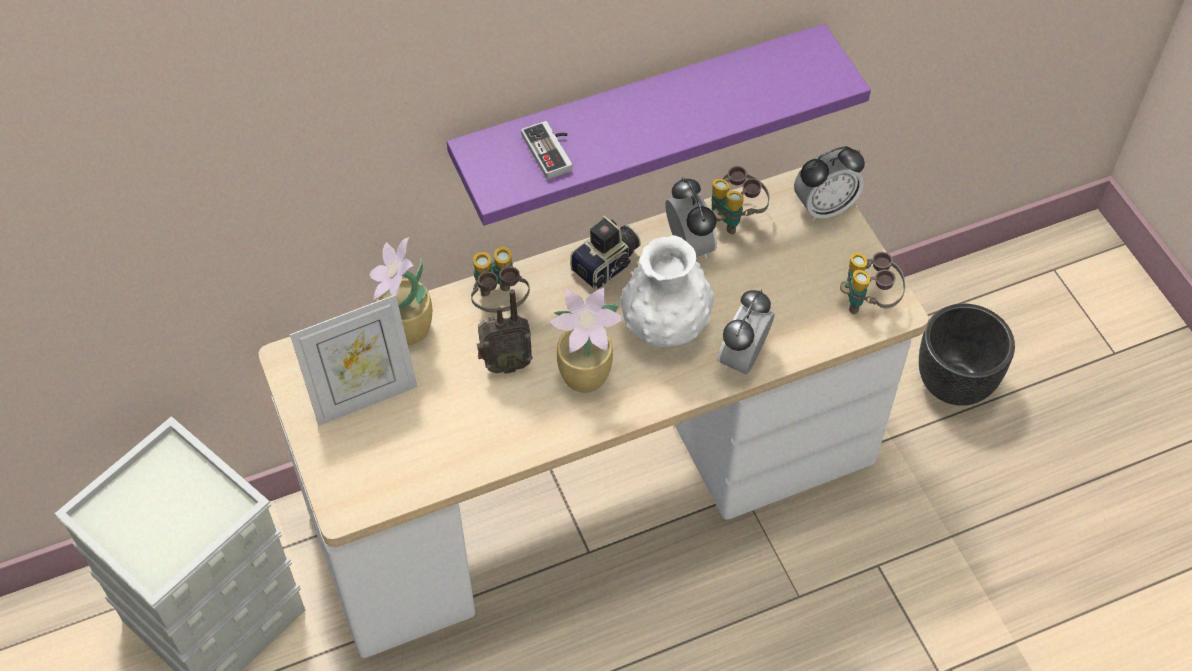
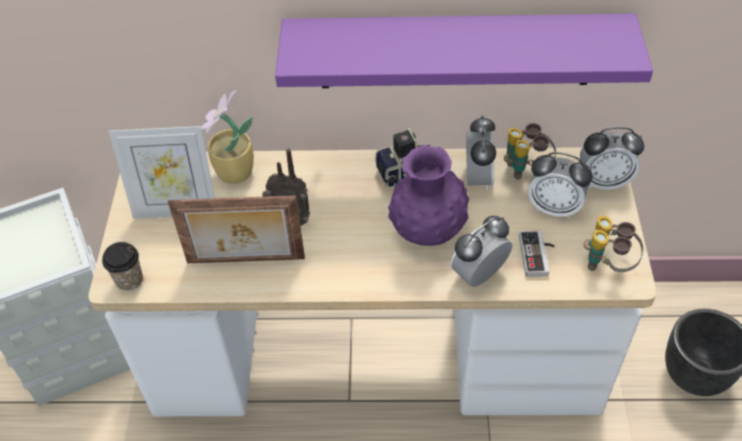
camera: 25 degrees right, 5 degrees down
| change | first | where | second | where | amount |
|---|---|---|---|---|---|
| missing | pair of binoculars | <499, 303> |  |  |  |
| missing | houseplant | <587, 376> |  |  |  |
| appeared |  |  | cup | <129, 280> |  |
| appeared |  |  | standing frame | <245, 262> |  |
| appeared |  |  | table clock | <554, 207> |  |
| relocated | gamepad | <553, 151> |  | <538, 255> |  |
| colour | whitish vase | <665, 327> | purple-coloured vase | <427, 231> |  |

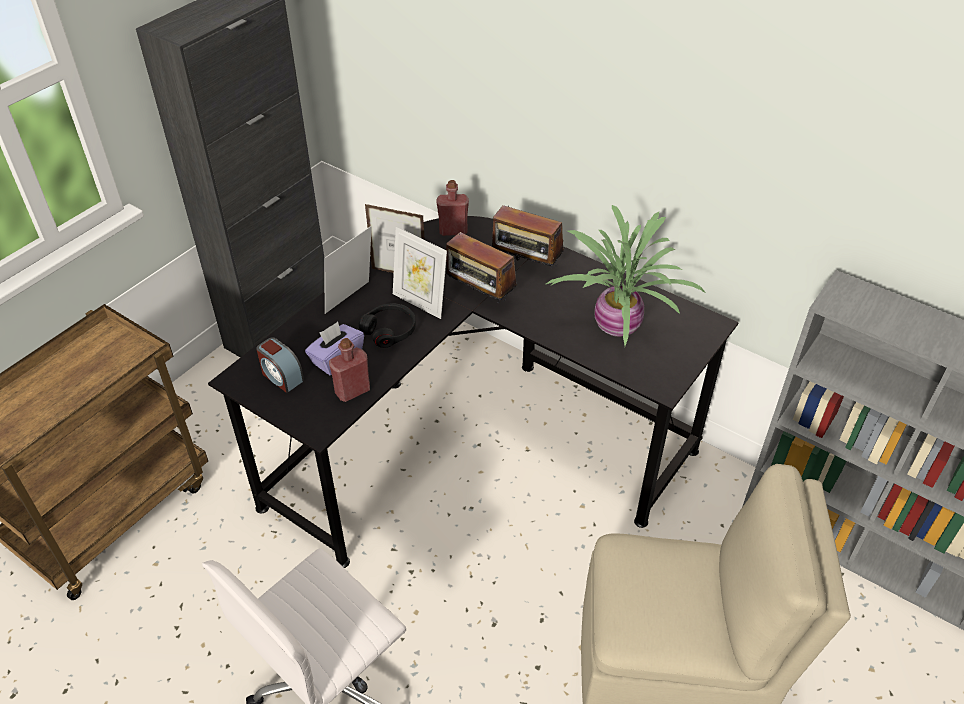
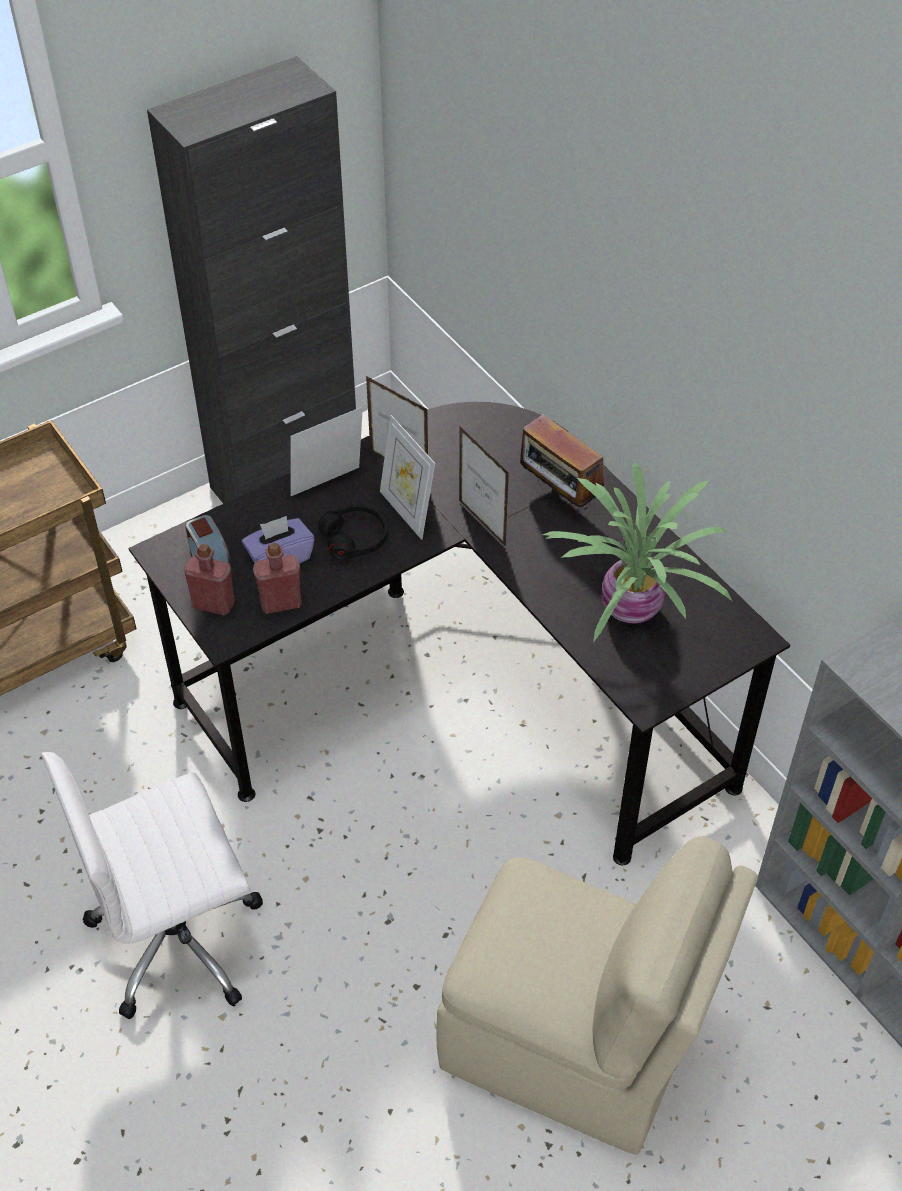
camera: 20 degrees right, 5 degrees up
| change | first | where | second | where | amount |
|---|---|---|---|---|---|
| relocated | red-coloured beverage bottle | <453, 231> |  | <213, 604> |  |
| exchanged | radio set | <480, 297> | standing frame | <482, 523> |  |

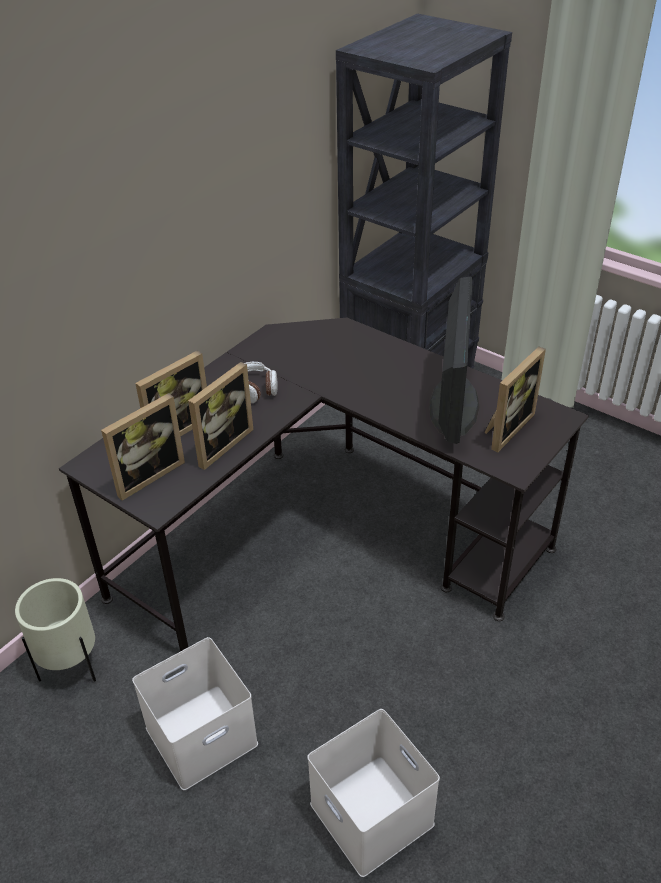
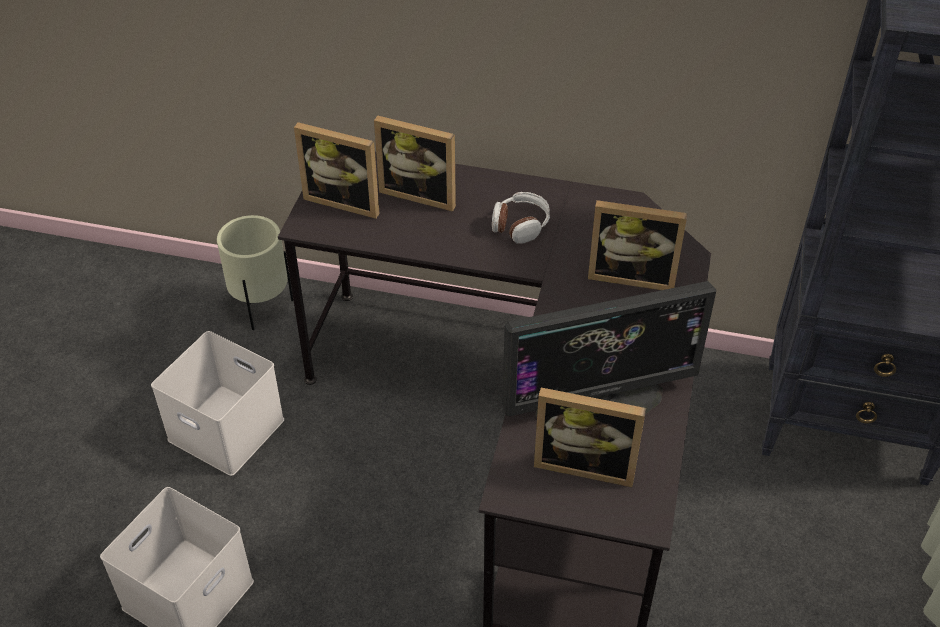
camera: 65 degrees right, 5 degrees up
| change | first | where | second | where | amount |
|---|---|---|---|---|---|
| relocated | standing frame | <220, 444> |  | <632, 275> |  |

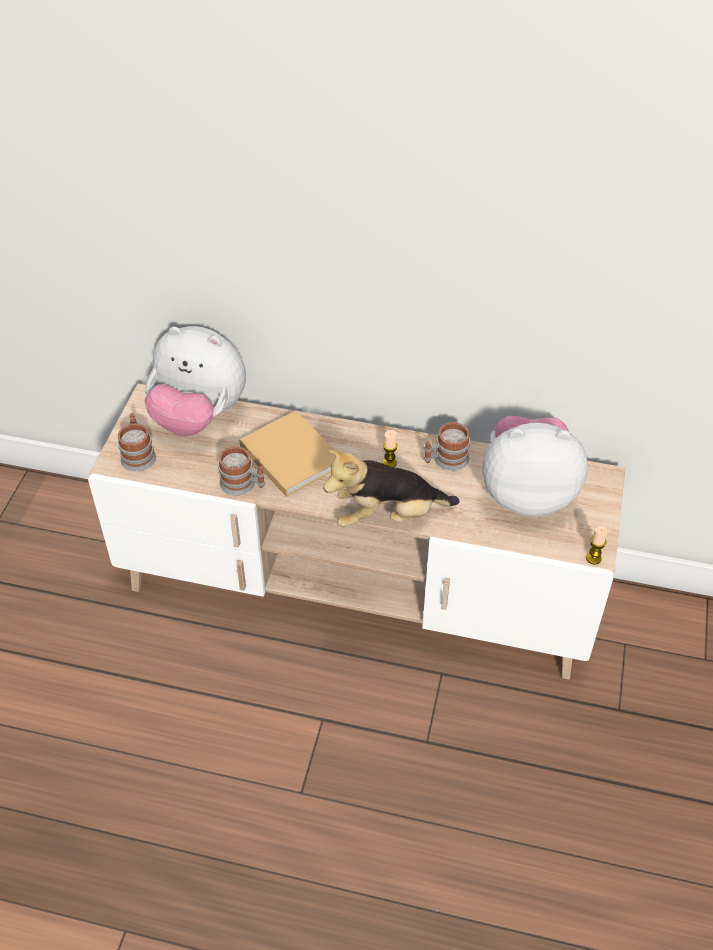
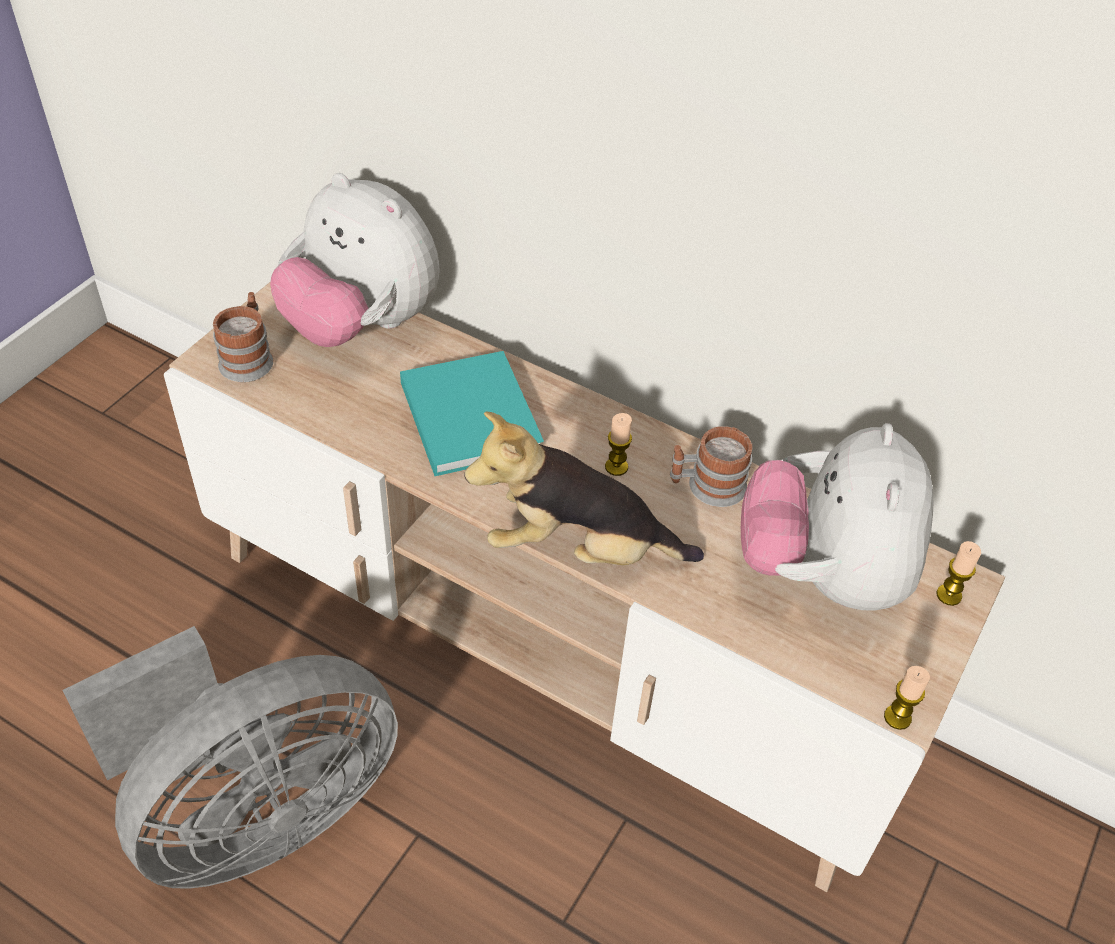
camera: 15 degrees right, 0 degrees up
| change | first | where | second | where | amount |
|---|---|---|---|---|---|
| missing | mug | <243, 485> |  |  |  |
| appeared |  |  | greyish fan | <256, 814> |  |
| appeared |  |  | wax candle | <949, 595> |  |
| colour | sand-coloured bound book | <289, 454> | turquoise bound book | <469, 413> |  |
| spun | cuddly toy | <527, 493> |  | <822, 574> | 105 degrees counterclockwise |

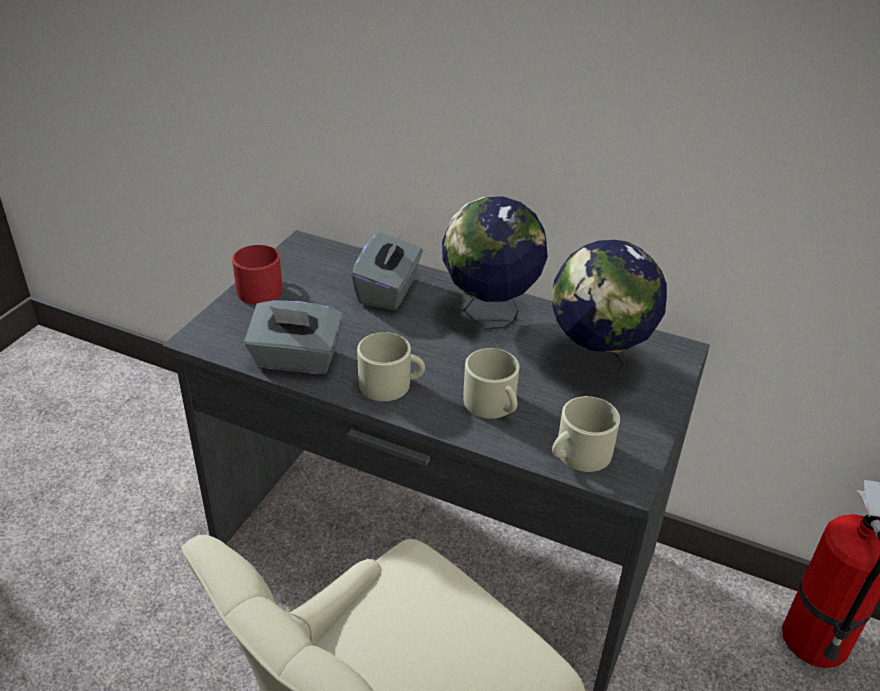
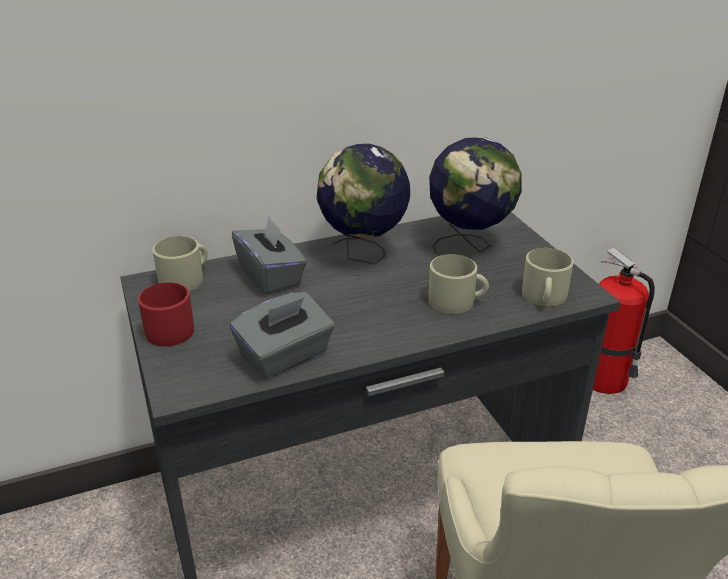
camera: 45 degrees left, 5 degrees down
| change | first | where | second | where | amount |
|---|---|---|---|---|---|
| relocated | sand-coloured mug | <391, 384> |  | <186, 278> |  |

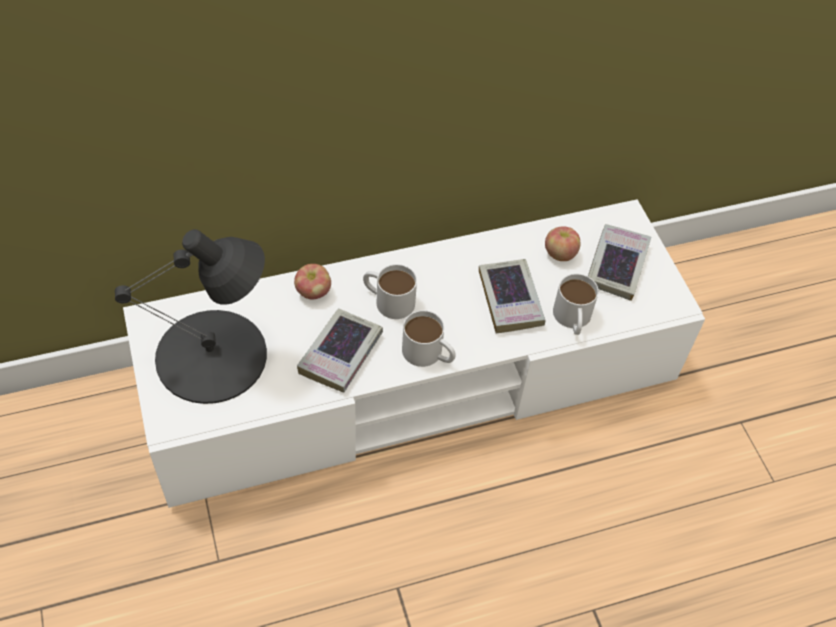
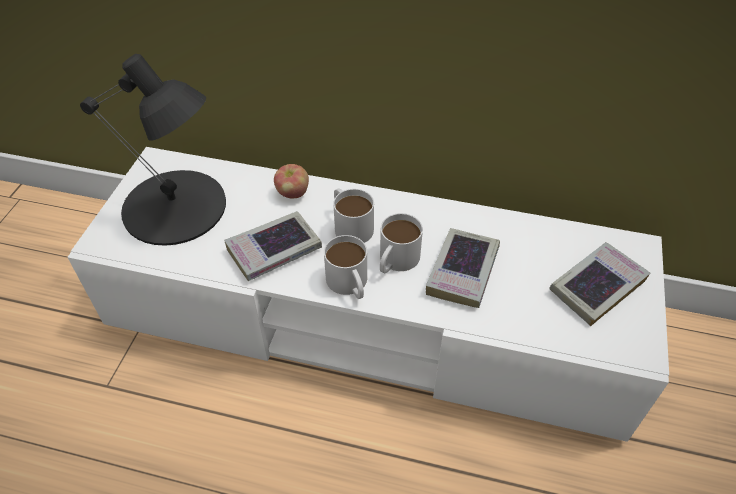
camera: 35 degrees right, 5 degrees down
| change | first | where | second | where | amount |
|---|---|---|---|---|---|
| missing | whole apple | <560, 253> |  |  |  |
| relocated | whitish mug | <572, 319> |  | <395, 261> |  |

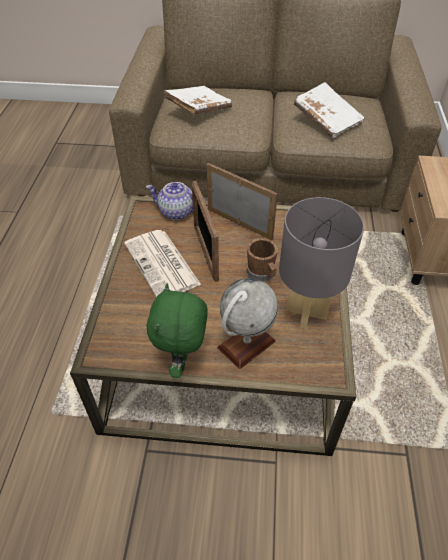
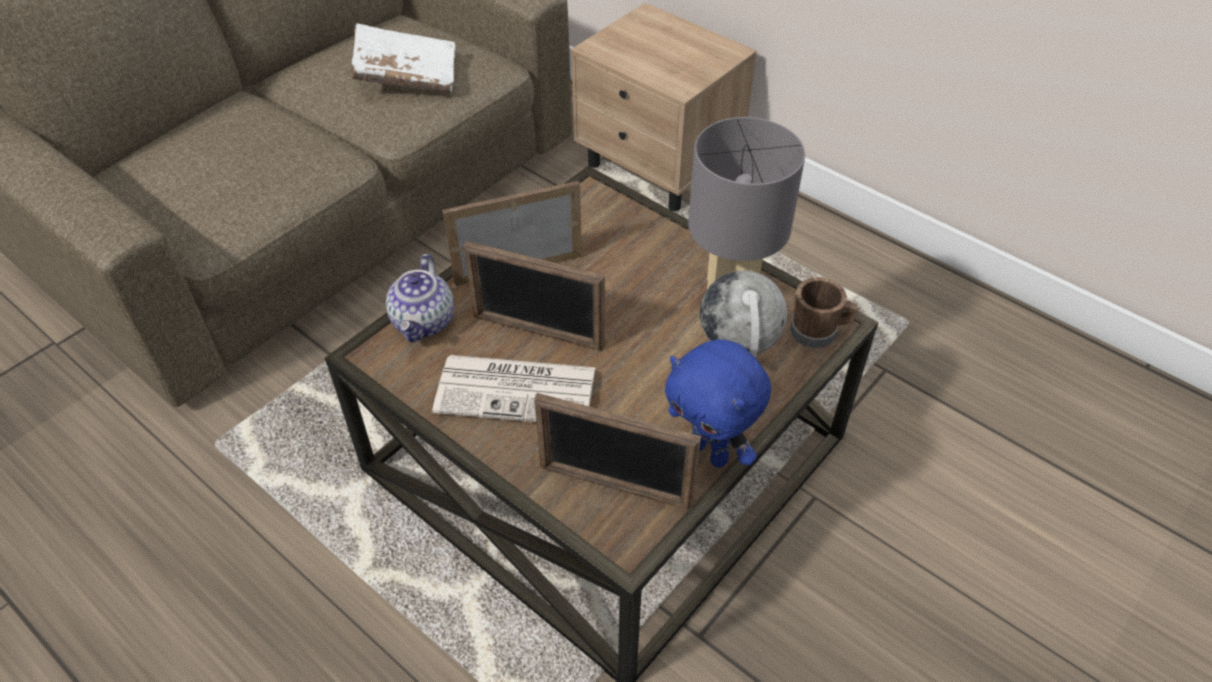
camera: 55 degrees left, 0 degrees up
| change | first | where | second | where | amount |
|---|---|---|---|---|---|
| missing | whitish bound book | <199, 109> |  |  |  |
| appeared |  |  | standing frame | <615, 486> |  |
| relocated | brownish mug | <262, 274> |  | <818, 332> |  |
| colour | greenish cuddly toy | <183, 361> | blue cuddly toy | <710, 452> |  |
| spun | tea pot | <176, 212> |  | <424, 322> | 45 degrees counterclockwise |

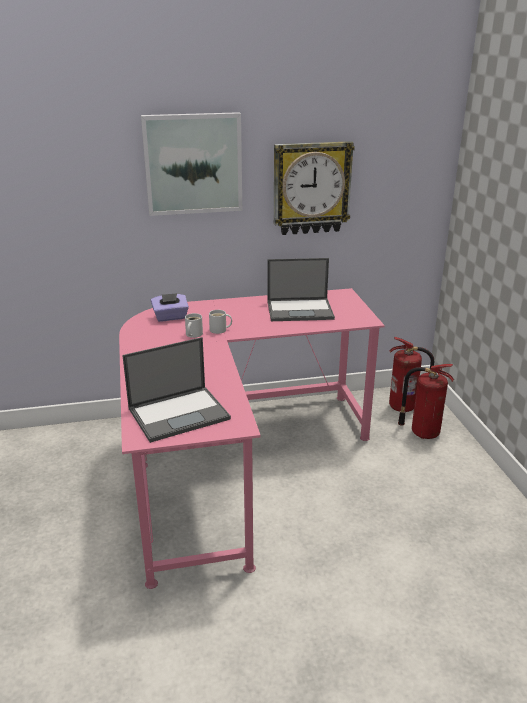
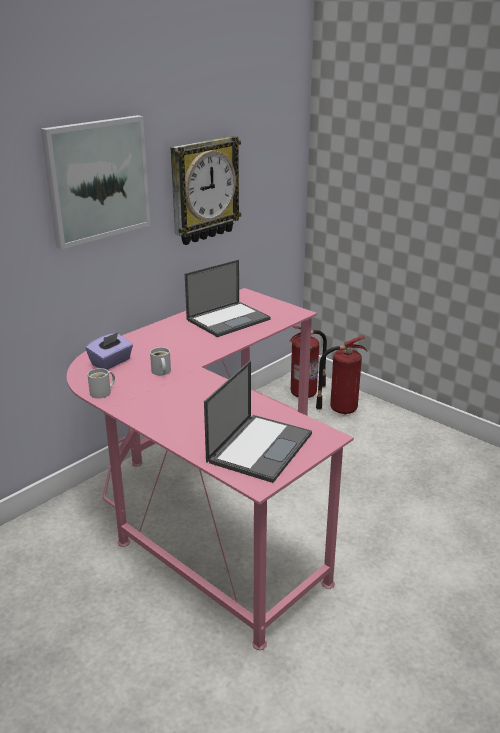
camera: 35 degrees left, 0 degrees up
| change | first | where | second | where | amount |
|---|---|---|---|---|---|
| relocated | whitish mug | <219, 330> |  | <102, 392> |  |

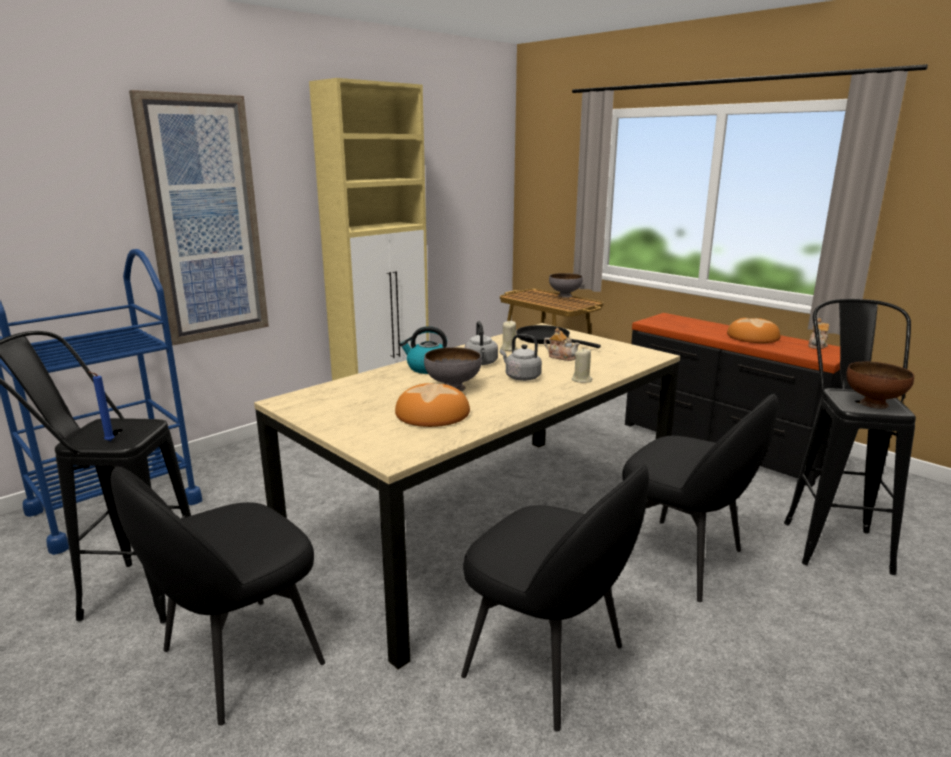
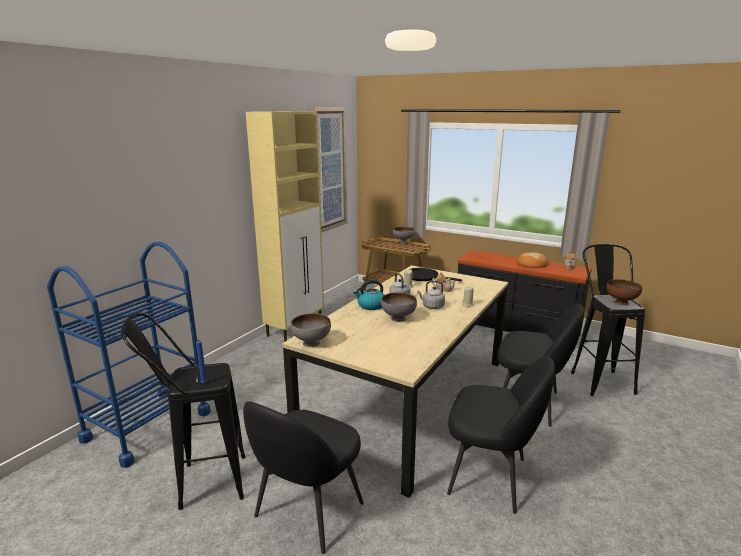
camera: 15 degrees left, 0 degrees up
| change | first | where | second | where | amount |
|---|---|---|---|---|---|
| missing | bread | <432, 414> |  |  |  |
| appeared |  |  | greyish serving bowl | <311, 343> |  |
| relocated | wall picture | <204, 220> |  | <328, 170> |  |

